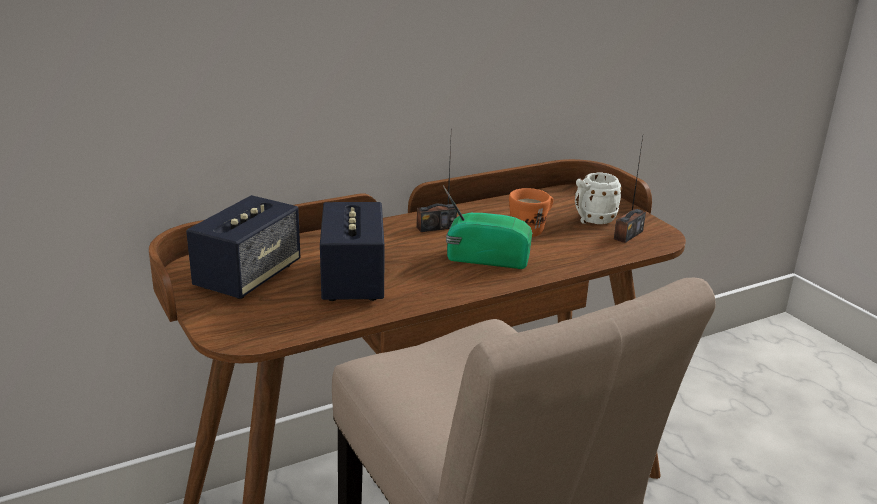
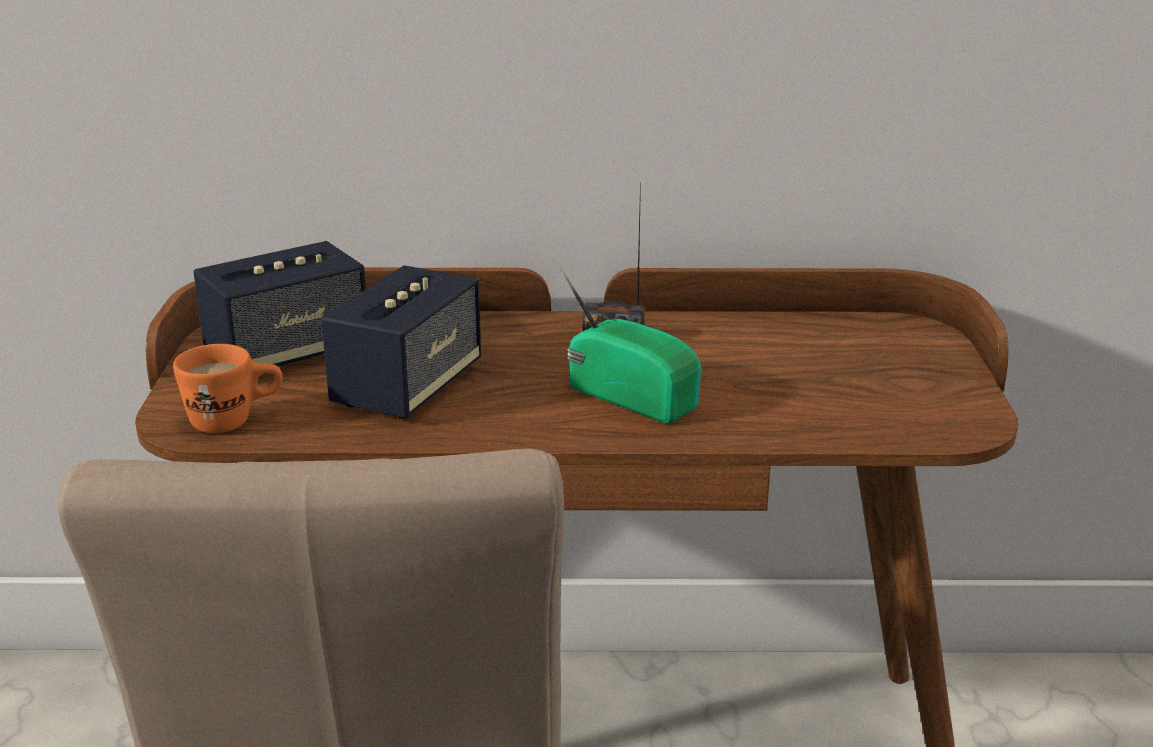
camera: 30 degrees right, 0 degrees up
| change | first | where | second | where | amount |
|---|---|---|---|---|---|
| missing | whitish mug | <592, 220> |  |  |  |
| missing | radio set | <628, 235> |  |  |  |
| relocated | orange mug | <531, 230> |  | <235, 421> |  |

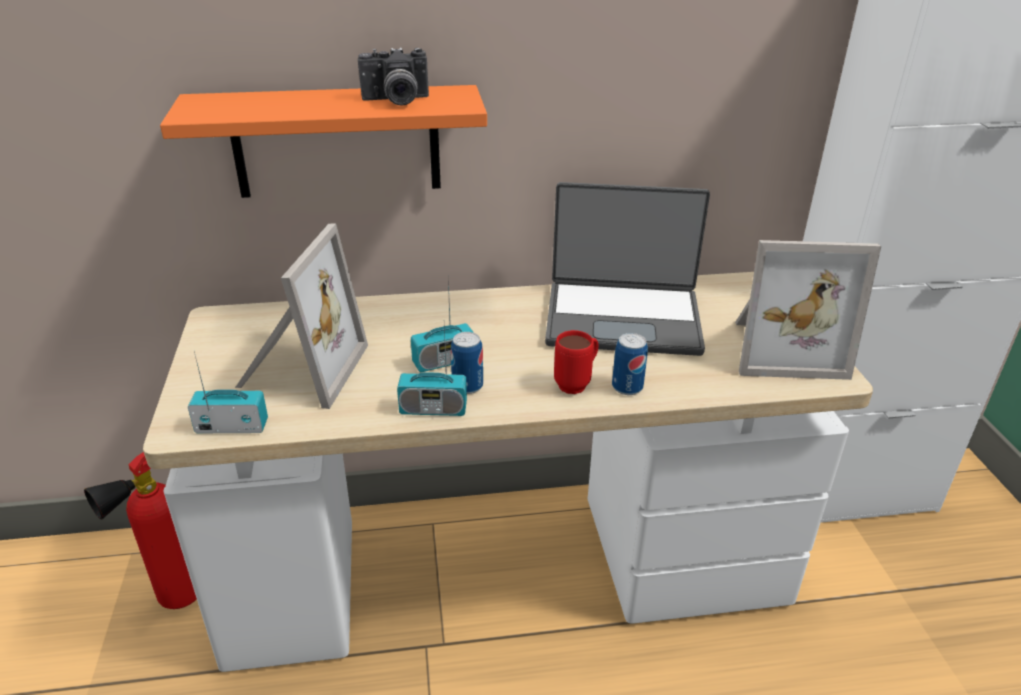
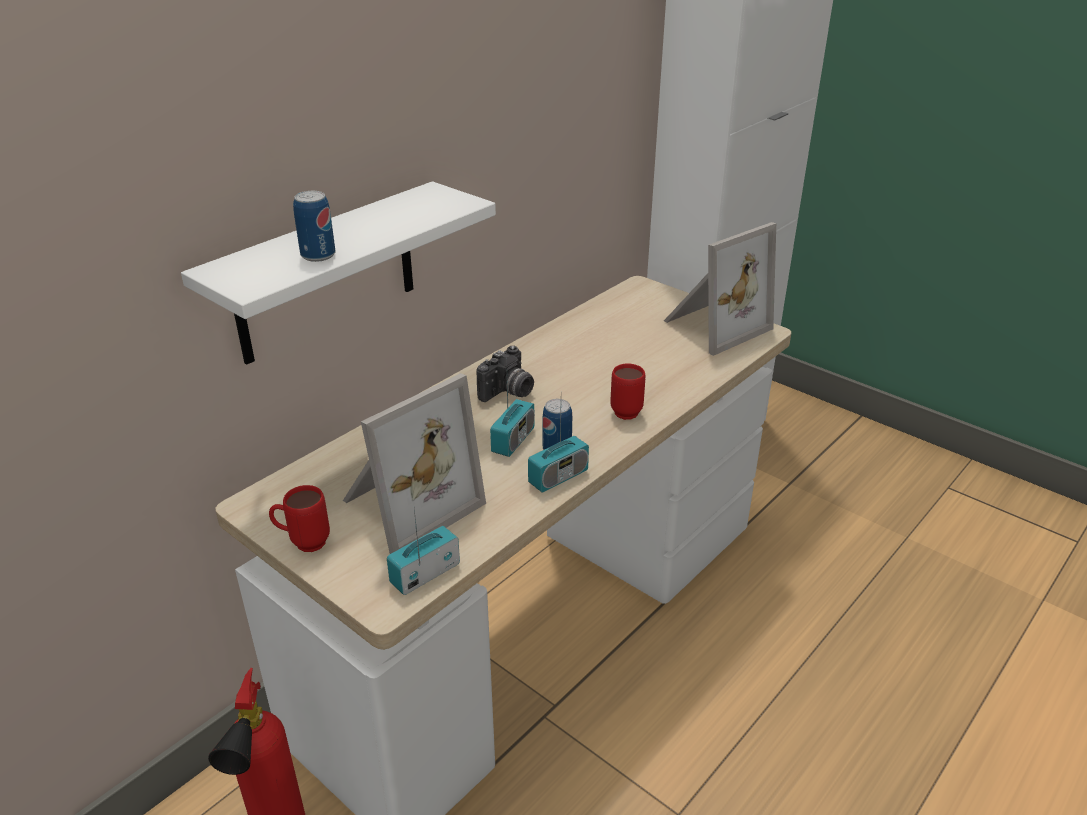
camera: 40 degrees left, 0 degrees up
| change | first | where | second | where | amount |
|---|---|---|---|---|---|
| missing | laptop | <623, 318> |  |  |  |
| appeared |  |  | red-coloured mug | <303, 543> |  |
| relocated | still camera | <396, 101> |  | <508, 393> |  |
| relocated | can | <627, 387> |  | <318, 255> |  |
| colour | orange bracket shelf | <337, 142> | whitish bracket shelf | <326, 274> |  |
| spun | standing frame | <299, 369> |  | <407, 504> | 75 degrees clockwise |

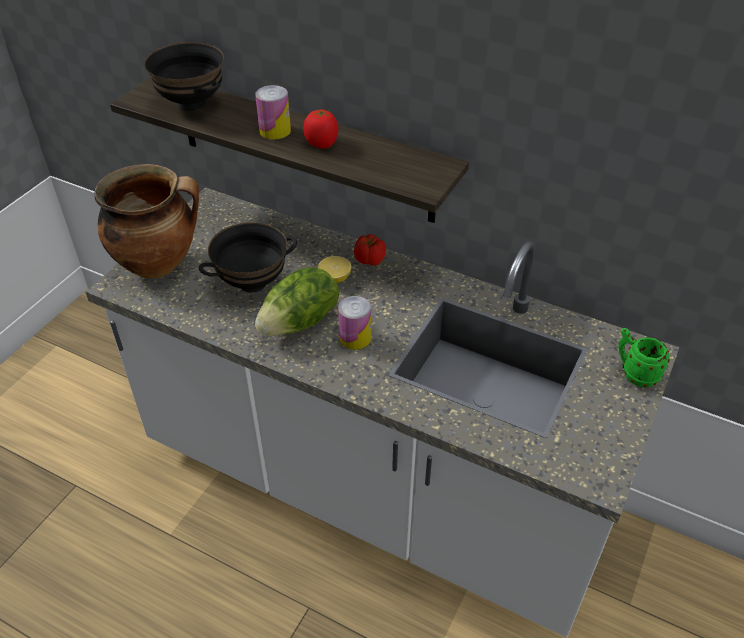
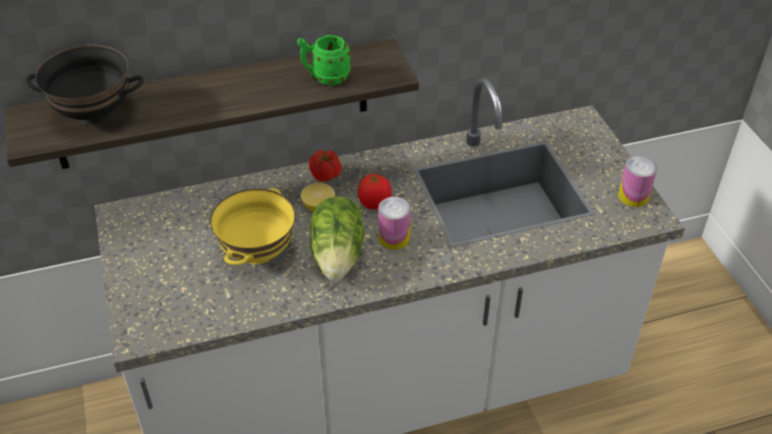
camera: 45 degrees left, 0 degrees up
| change | first | where | second | where | amount |
|---|---|---|---|---|---|
| missing | cooking pot | <159, 263> |  |  |  |
| relocated | can | <275, 131> |  | <633, 196> |  |
| relocated | fresh tomato | <322, 144> |  | <375, 203> |  |
| relocated | greenish mug | <634, 373> |  | <325, 77> |  |
| colour | black-coloured serving bowl | <252, 283> | yellowish serving bowl | <258, 253> |  |

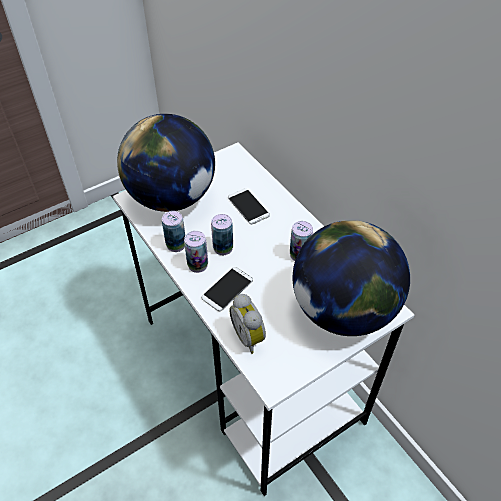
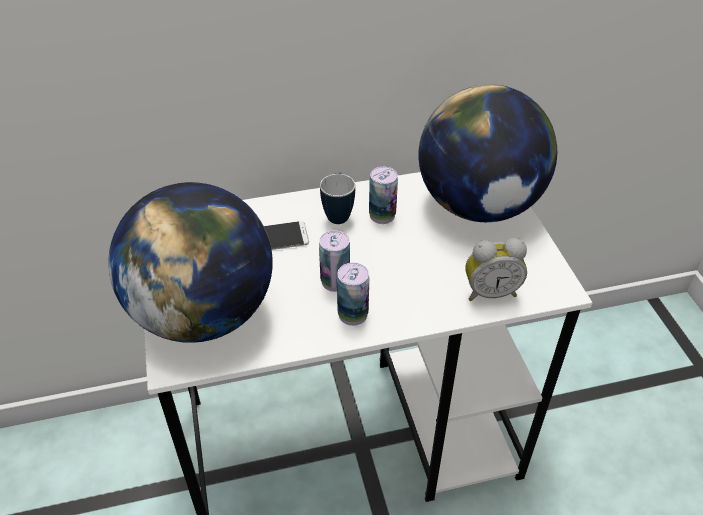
camera: 70 degrees left, 5 degrees down
| change | first | where | second | where | amount |
|---|---|---|---|---|---|
| missing | can | <176, 244> |  |  |  |
| missing | telephone | <227, 289> |  |  |  |
| appeared |  |  | mug | <338, 213> |  |

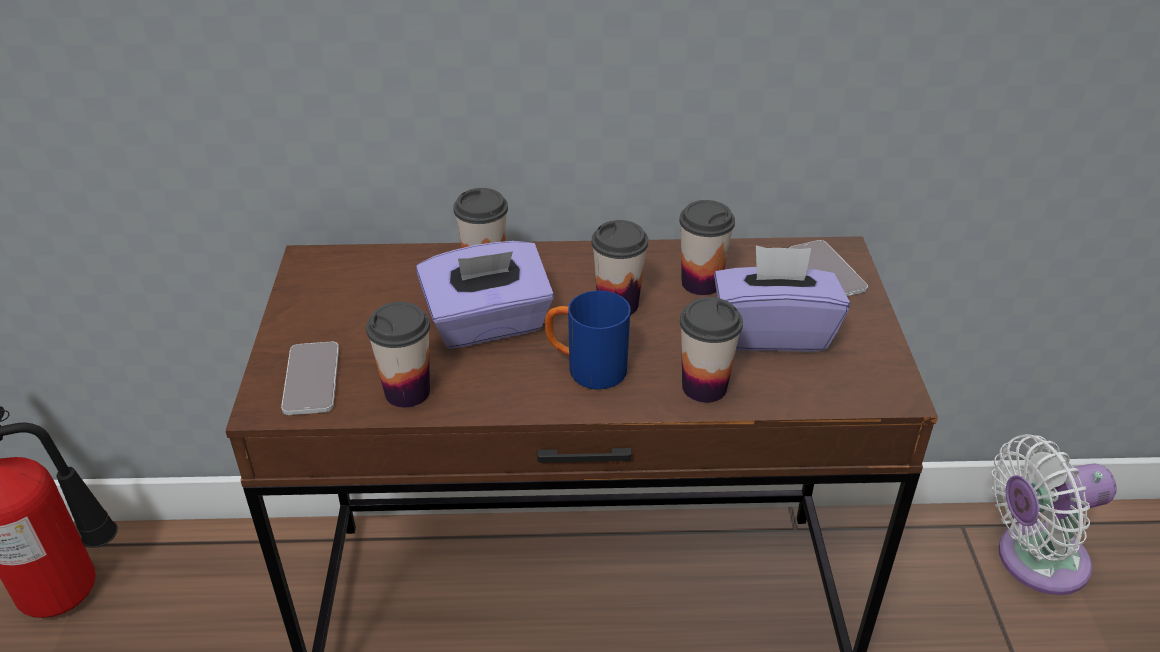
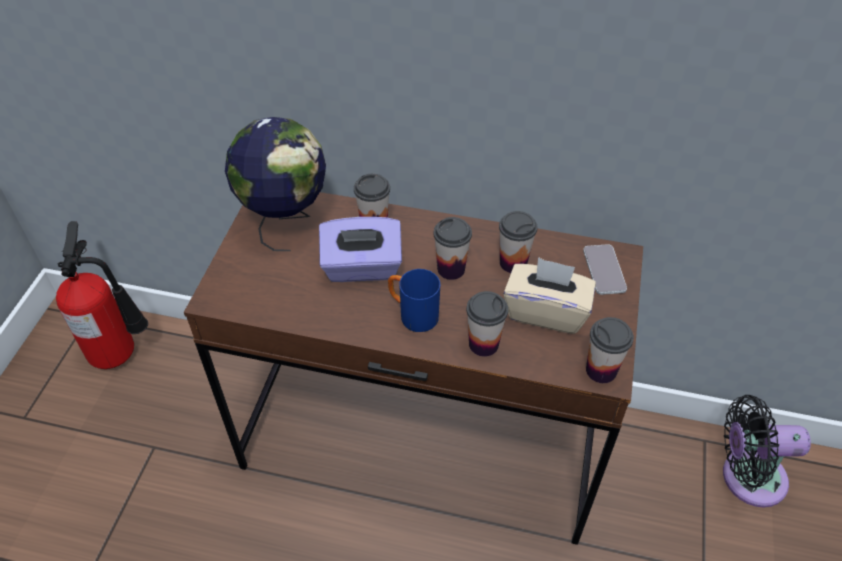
camera: 15 degrees right, 10 degrees up
| change | first | where | second | where | amount |
|---|---|---|---|---|---|
| missing | telephone | <311, 379> |  |  |  |
| appeared |  |  | desk globe | <286, 222> |  |
| relocated | cup | <407, 392> |  | <601, 370> |  |
| colour | purple-coloured tissue box | <772, 332> | sand-coloured tissue box | <546, 311> |  |
| colour | whitish fan | <1033, 560> | black-coloured fan | <746, 477> |  |

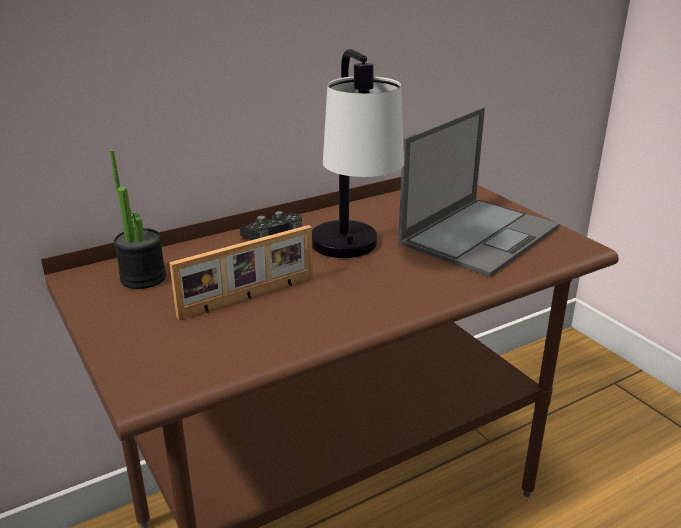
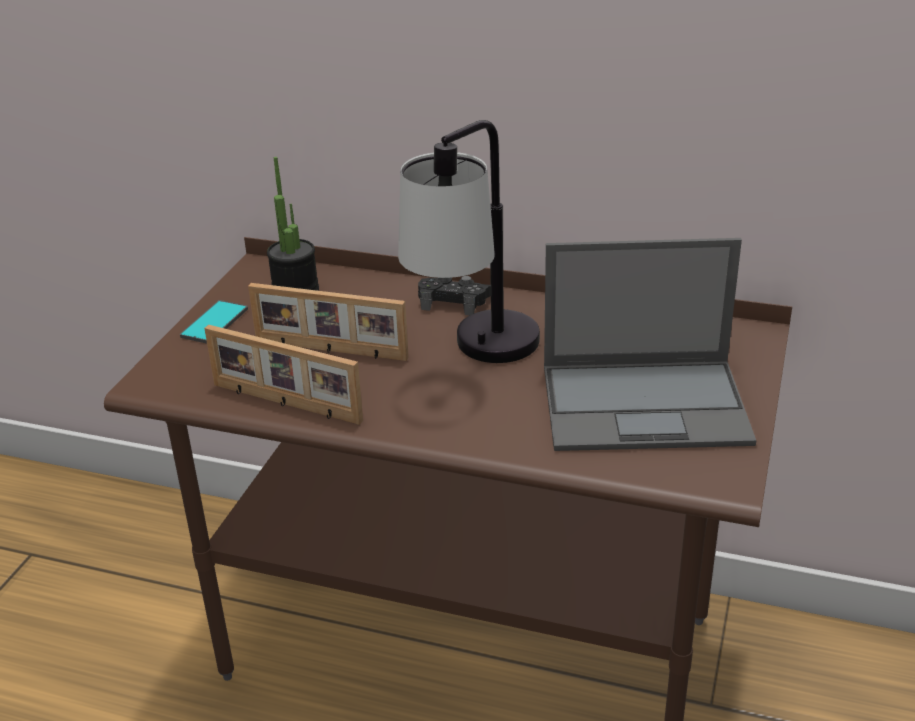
camera: 50 degrees right, 5 degrees up
| change | first | where | second | where | amount |
|---|---|---|---|---|---|
| appeared |  |  | telephone | <214, 323> |  |
| appeared |  |  | standing frame | <285, 404> |  |

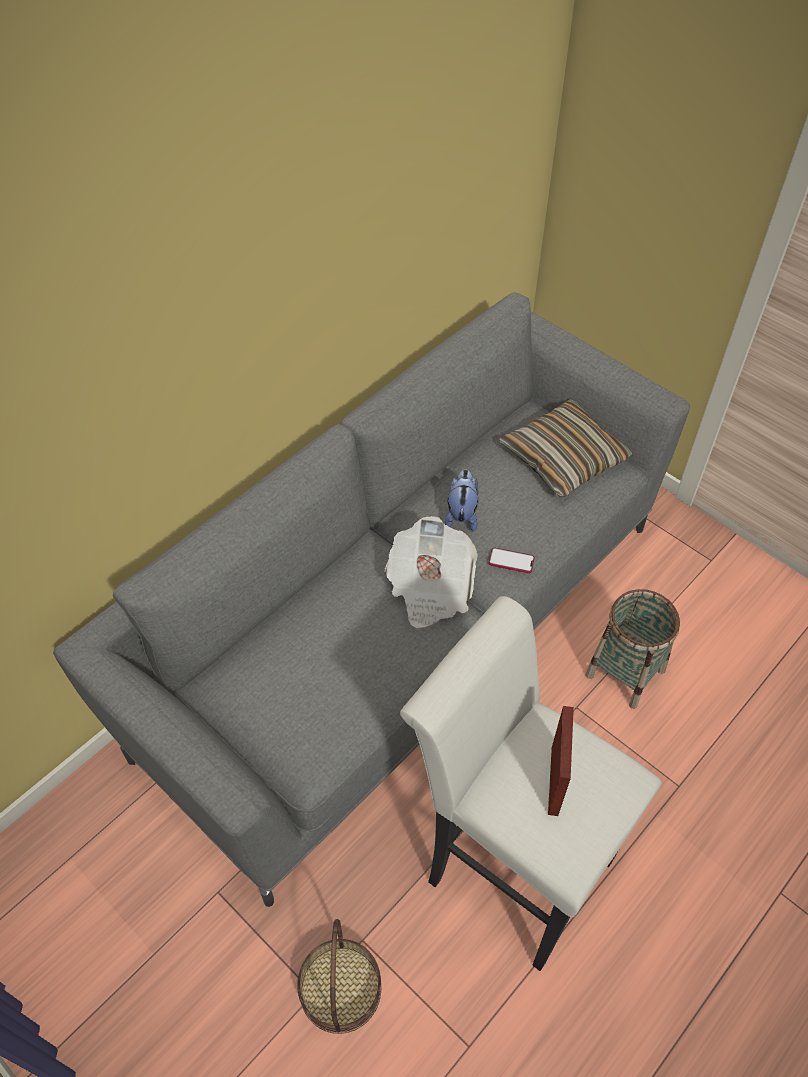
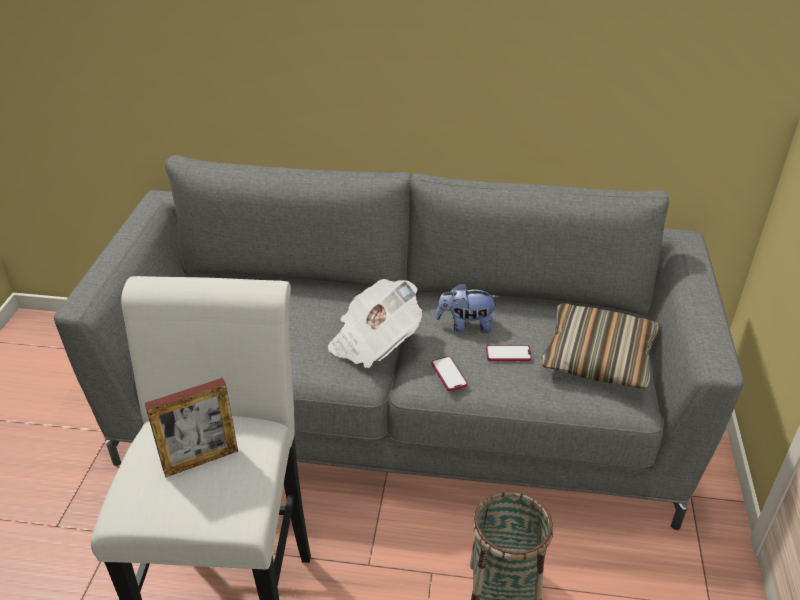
camera: 55 degrees right, 15 degrees down
| change | first | where | second | where | amount |
|---|---|---|---|---|---|
| missing | basket | <340, 989> |  |  |  |
| appeared |  |  | telephone | <508, 354> |  |
| spun | cuddly toy | <462, 514> |  | <466, 325> | 150 degrees counterclockwise |

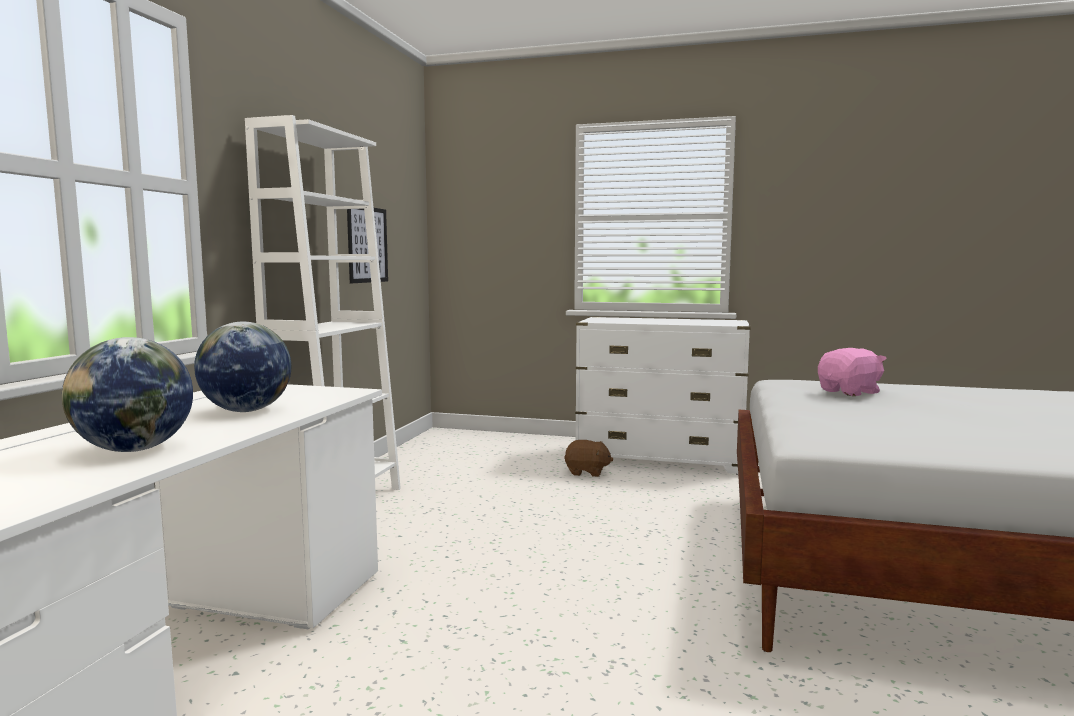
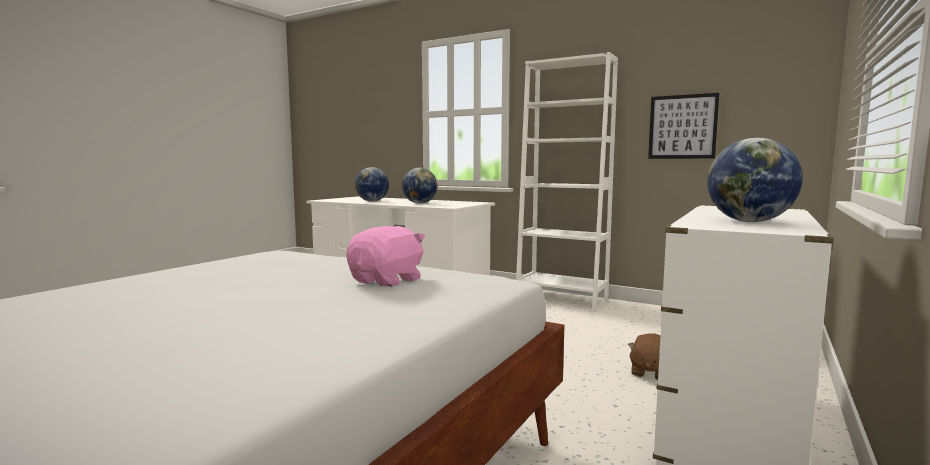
camera: 105 degrees right, 0 degrees up
| change | first | where | second | where | amount |
|---|---|---|---|---|---|
| appeared |  |  | desk globe | <749, 221> |  |
| spun | pink cuddly toy | <850, 392> |  | <388, 281> | 135 degrees counterclockwise |

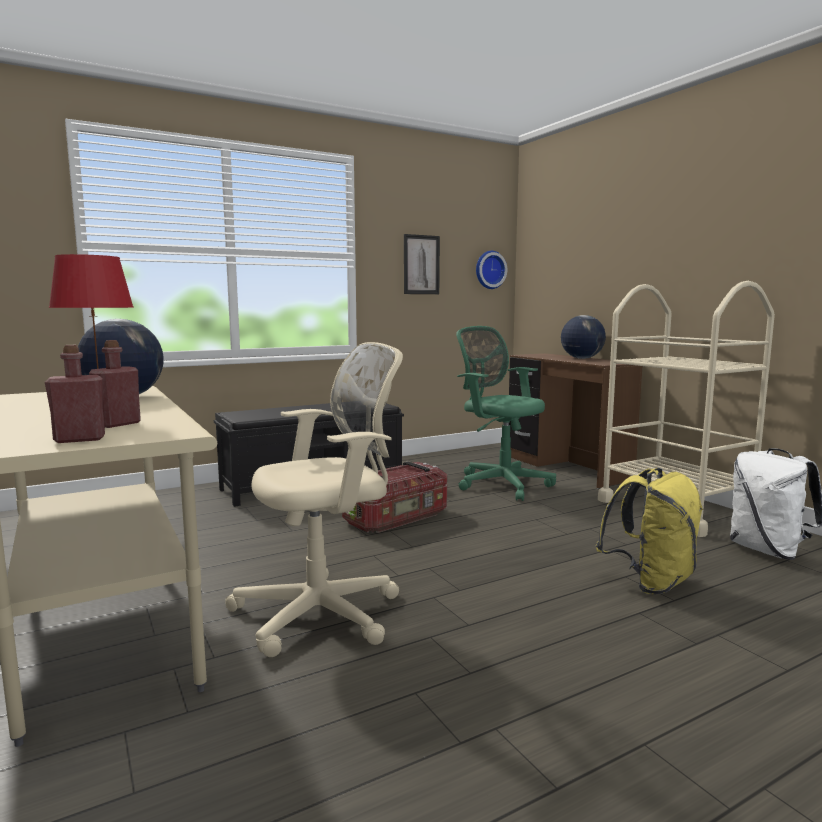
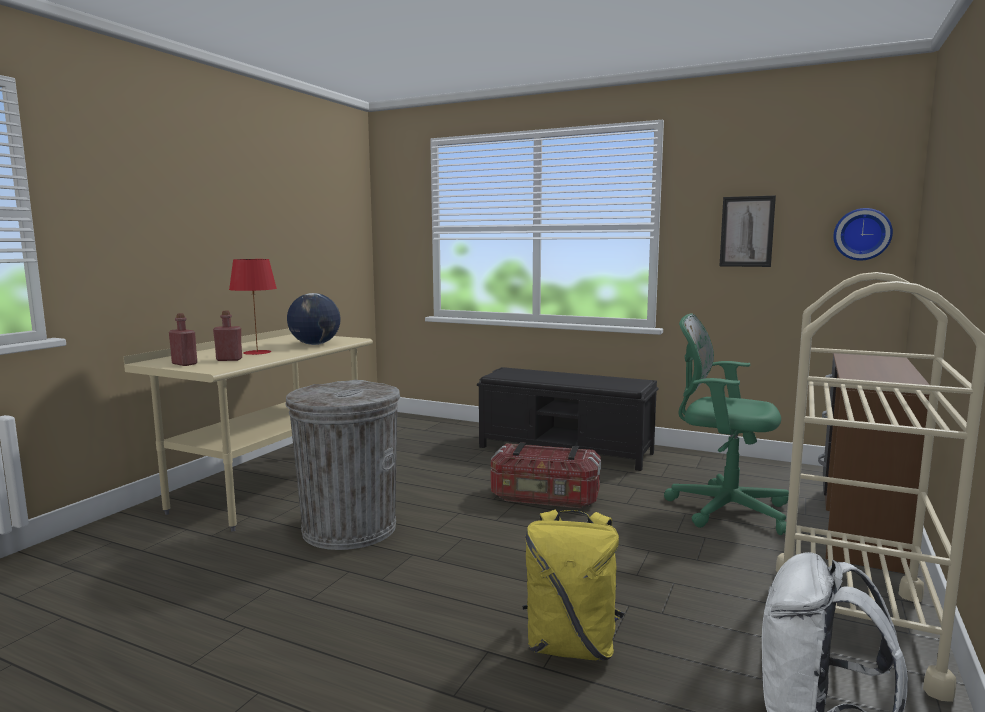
camera: 55 degrees right, 0 degrees up
| change | first | where | second | where | amount |
|---|---|---|---|---|---|
| missing | desk globe | <581, 358> |  |  |  |
| exchanged | sand-coloured computer chair | <325, 613> | greyish waste bin | <349, 529> |  |
| spun | greenish computer chair | <500, 483> |  | <722, 509> | 75 degrees counterclockwise |

